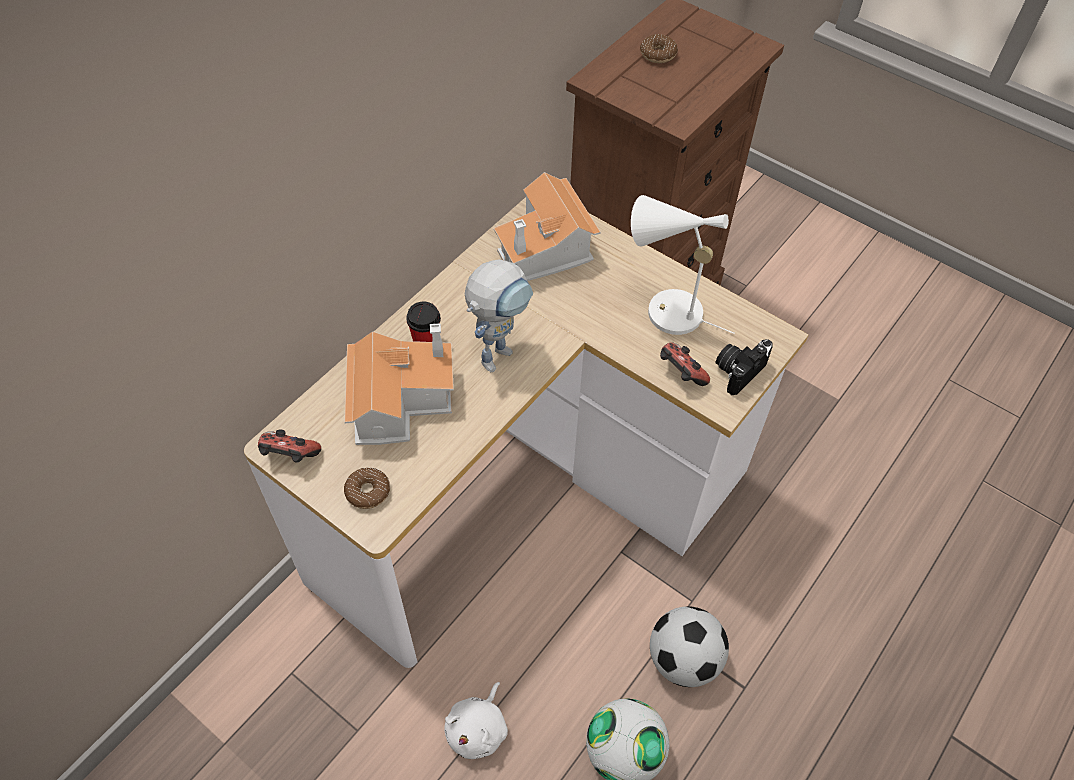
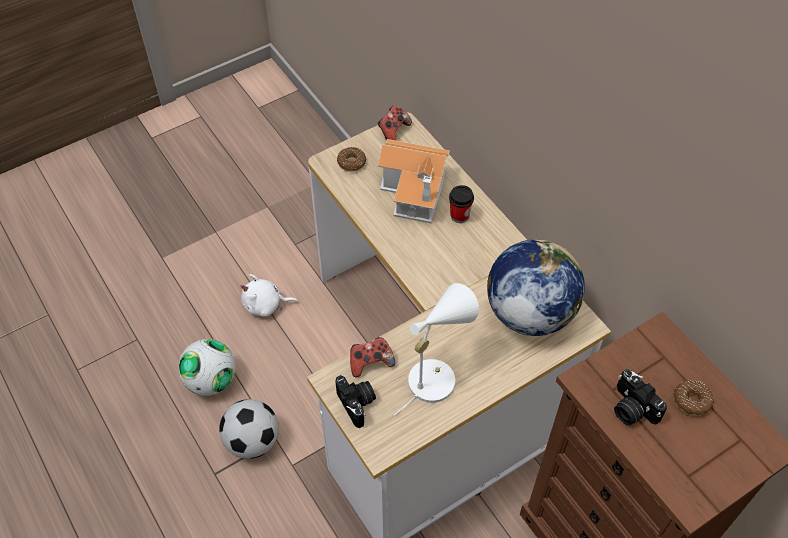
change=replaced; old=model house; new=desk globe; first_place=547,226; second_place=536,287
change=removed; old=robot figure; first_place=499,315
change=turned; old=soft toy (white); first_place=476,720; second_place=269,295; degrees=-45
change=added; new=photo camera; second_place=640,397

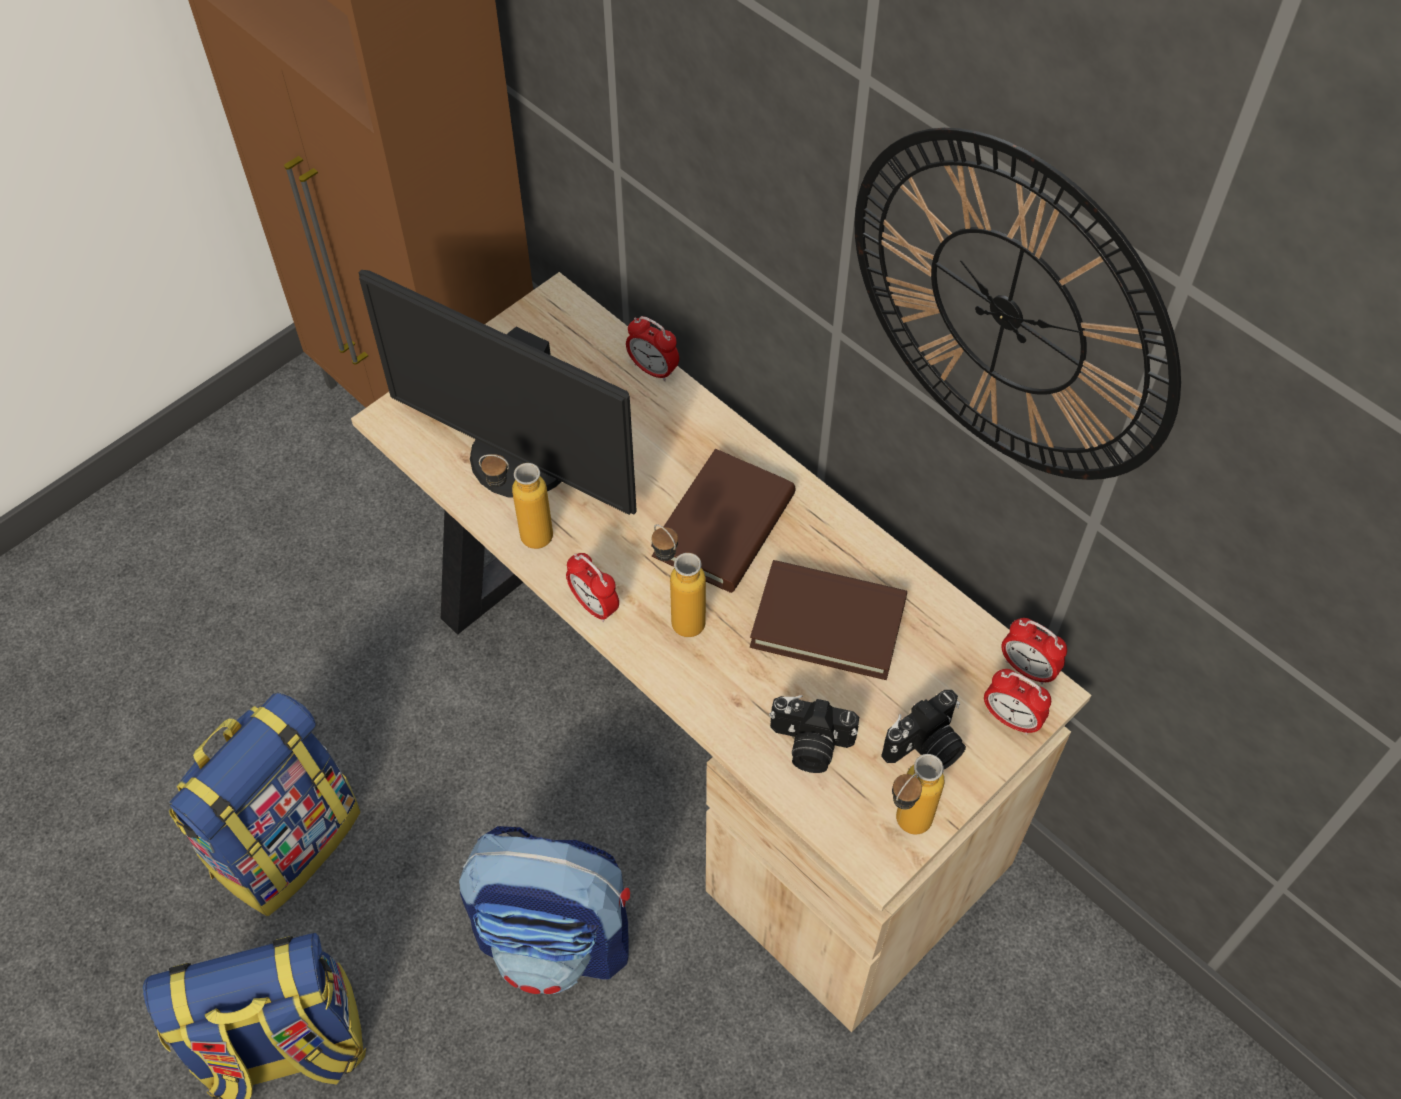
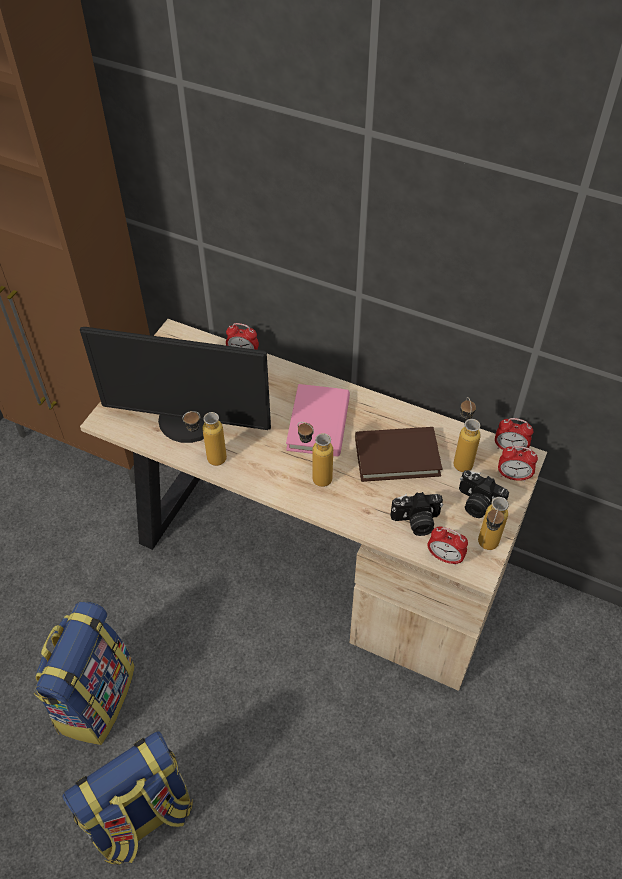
change=removed; old=wall clock; first_place=1017,304
change=recoloured; old=bound book (brown); new=bound book (pink); first_place=723,521; second_place=318,420
change=moved; old=alarm clock; first_place=592,587; second_place=447,545
change=turned; old=photo camera; first_place=923,729; second_place=484,494; degrees=90
change=removed; old=rucksack; first_place=544,910
change=added; new=drink bottle; second_place=467,434

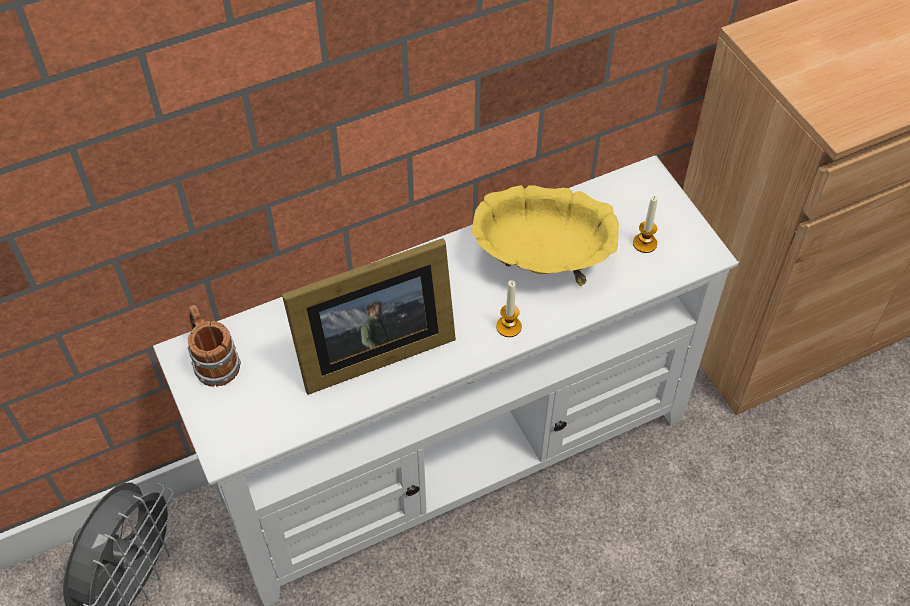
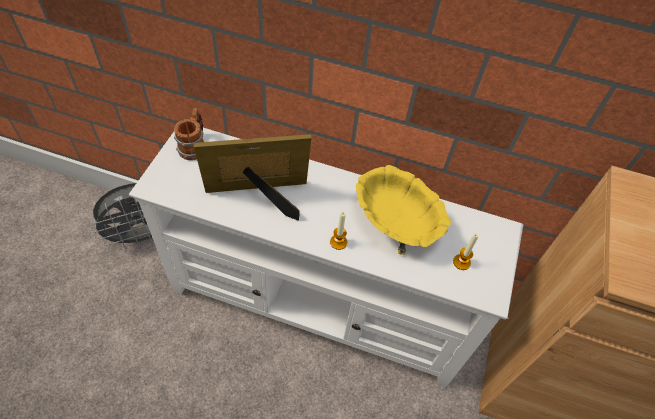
change=turned; old=photo frame; first_place=369,316; second_place=252,177; degrees=150

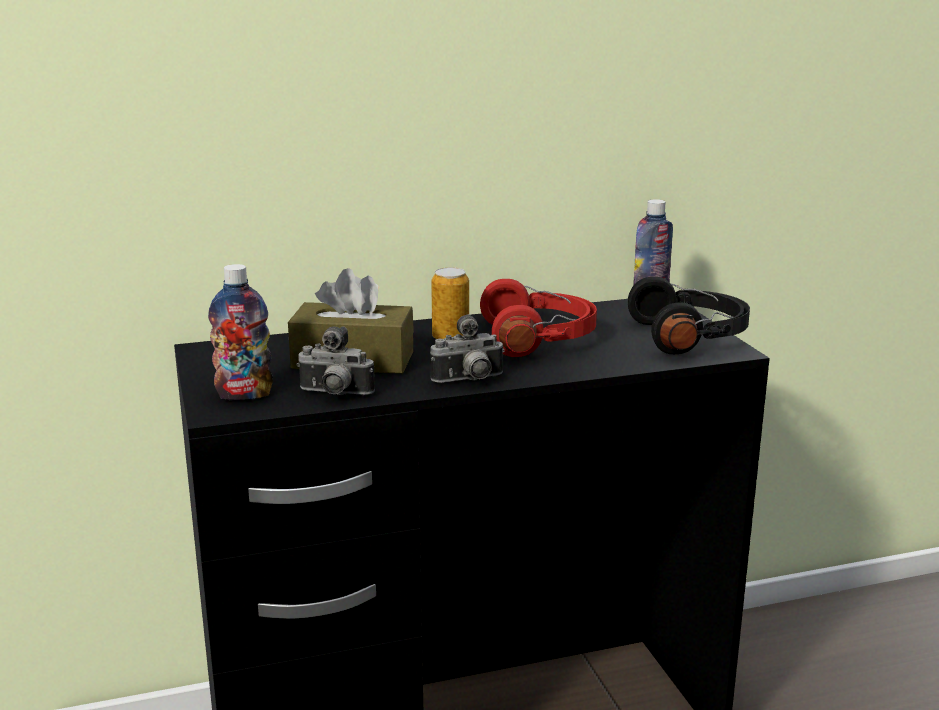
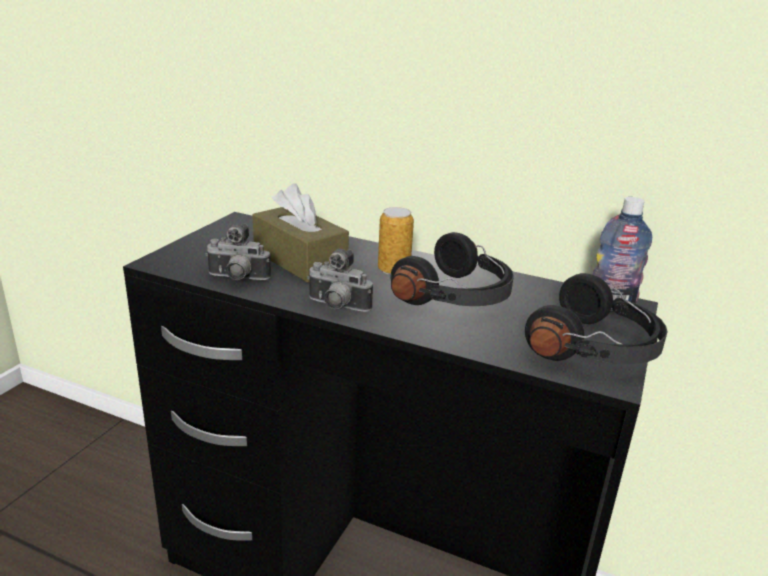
change=removed; old=drink bottle; first_place=240,332
change=recoloured; old=headset (red-coloured); new=headset (blackish); first_place=538,318; second_place=452,269
change=turned; old=photo camera; first_place=335,361; second_place=238,252; degrees=-45

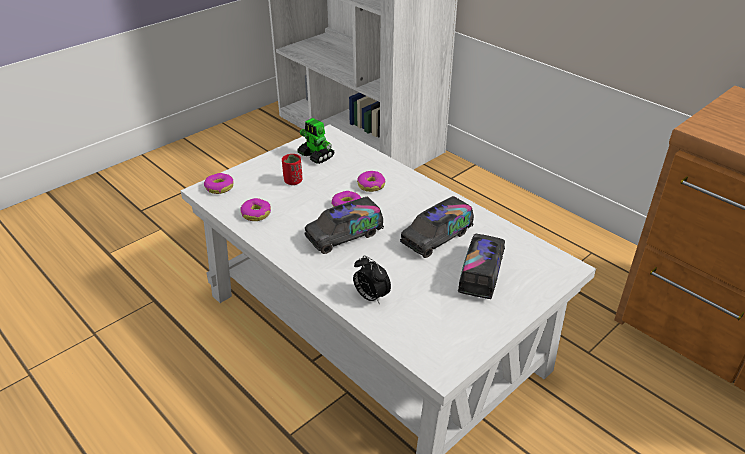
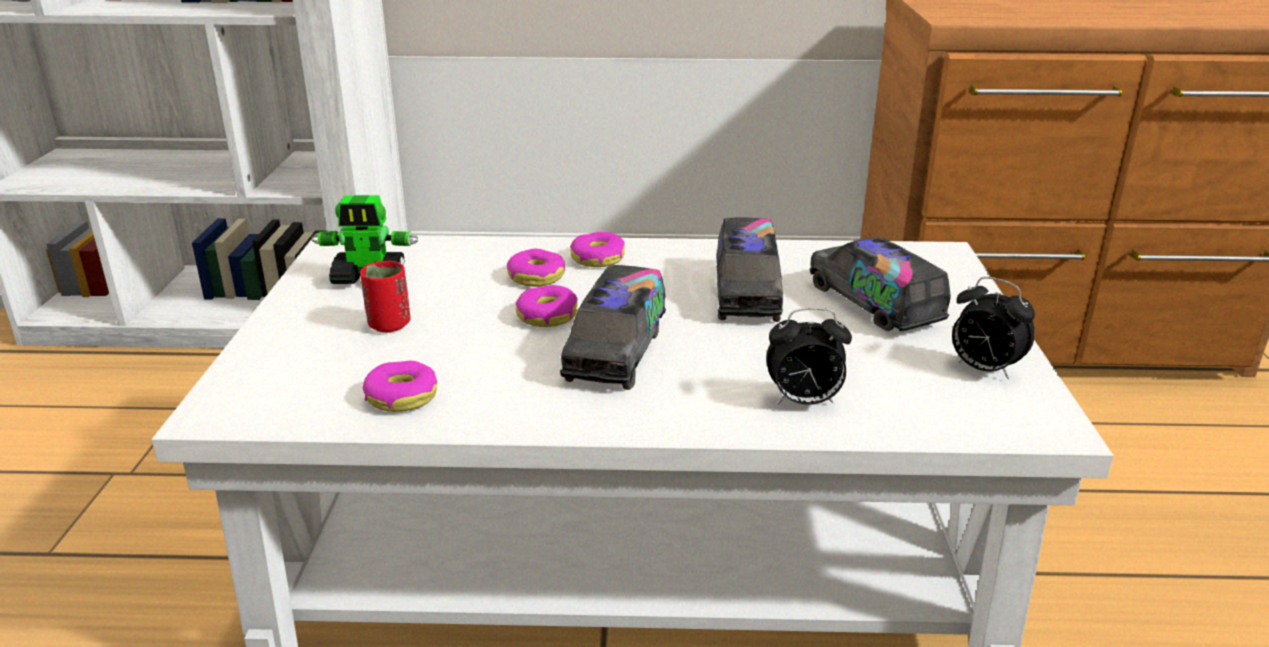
change=moved; old=ring doughnut; first_place=219,183; second_place=597,249
change=added; new=alarm clock; second_place=993,328

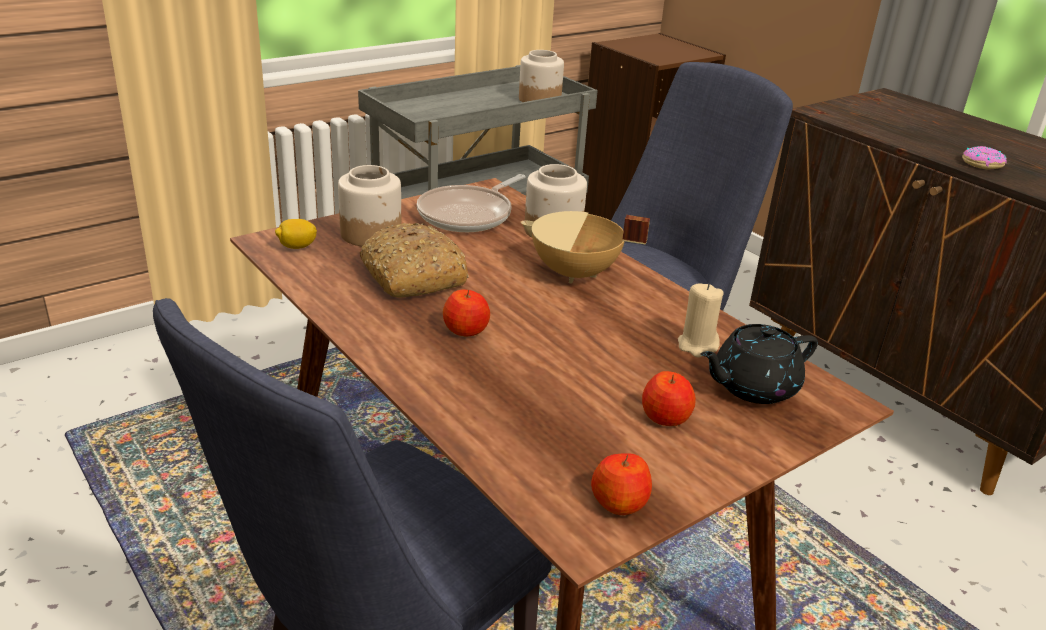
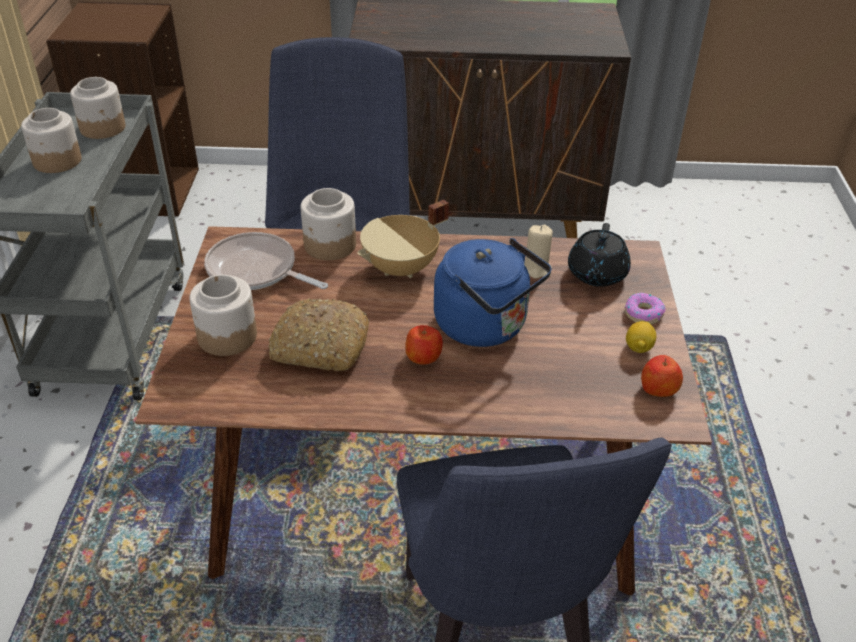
change=moved; old=ring doughnut; first_place=984,157; second_place=645,308
change=turned; old=frying pan; first_place=471,203; second_place=266,261; degrees=135
change=moved; old=citrus fruit; first_place=296,234; second_place=641,337
change=removed; old=whole apple; first_place=669,398
change=added; new=jar; second_place=51,140
change=added; new=kettle (bluish); second_place=492,292

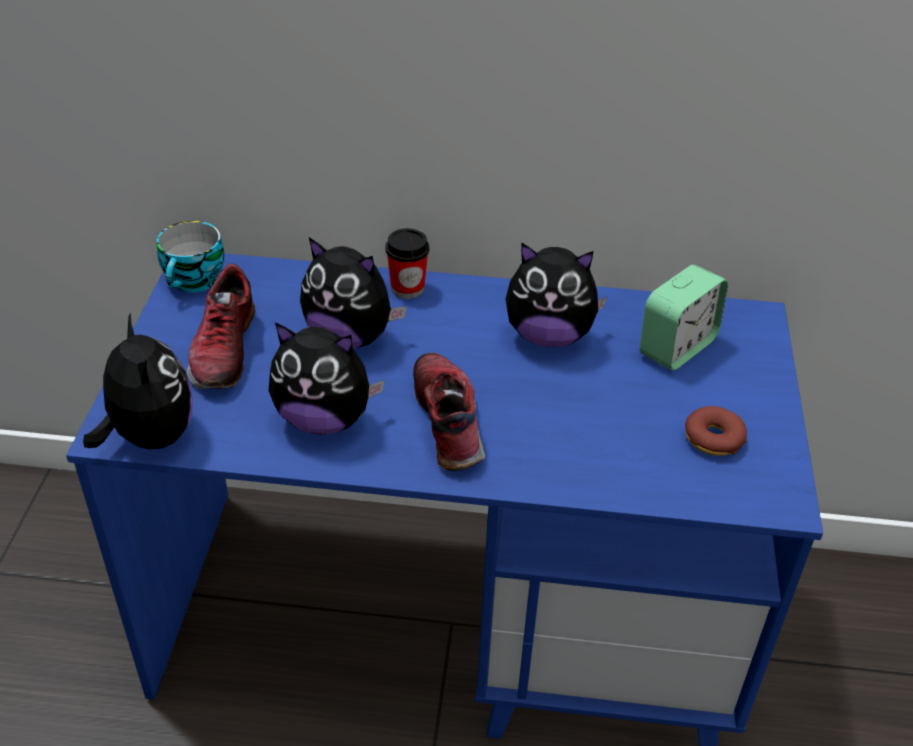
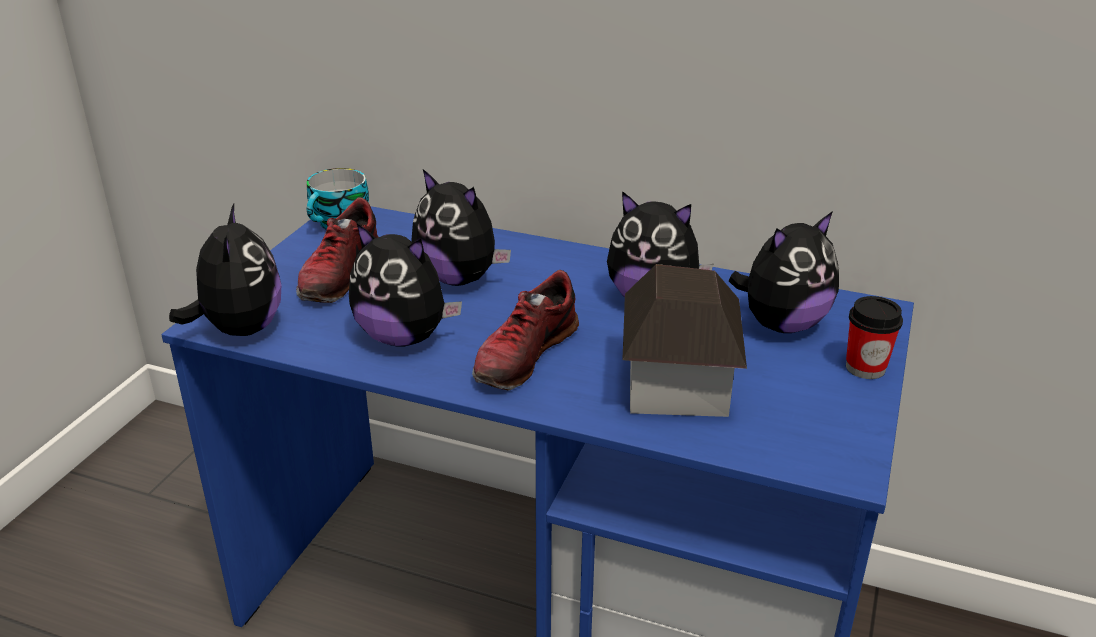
change=moved; old=small cup; first_place=407,263; second_place=874,337
change=replaced; old=alarm clock; new=soft toy; first_place=684,318; second_place=784,272
change=turned; old=low shoe; first_place=449,412; second_place=525,330; degrees=-150
change=removed; old=ring doughnut; first_place=716,431
change=added; new=model house; second_place=684,340

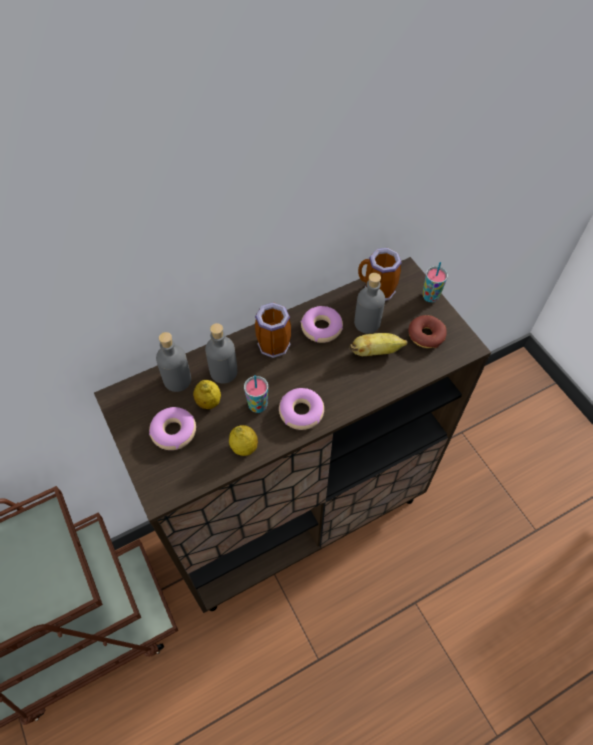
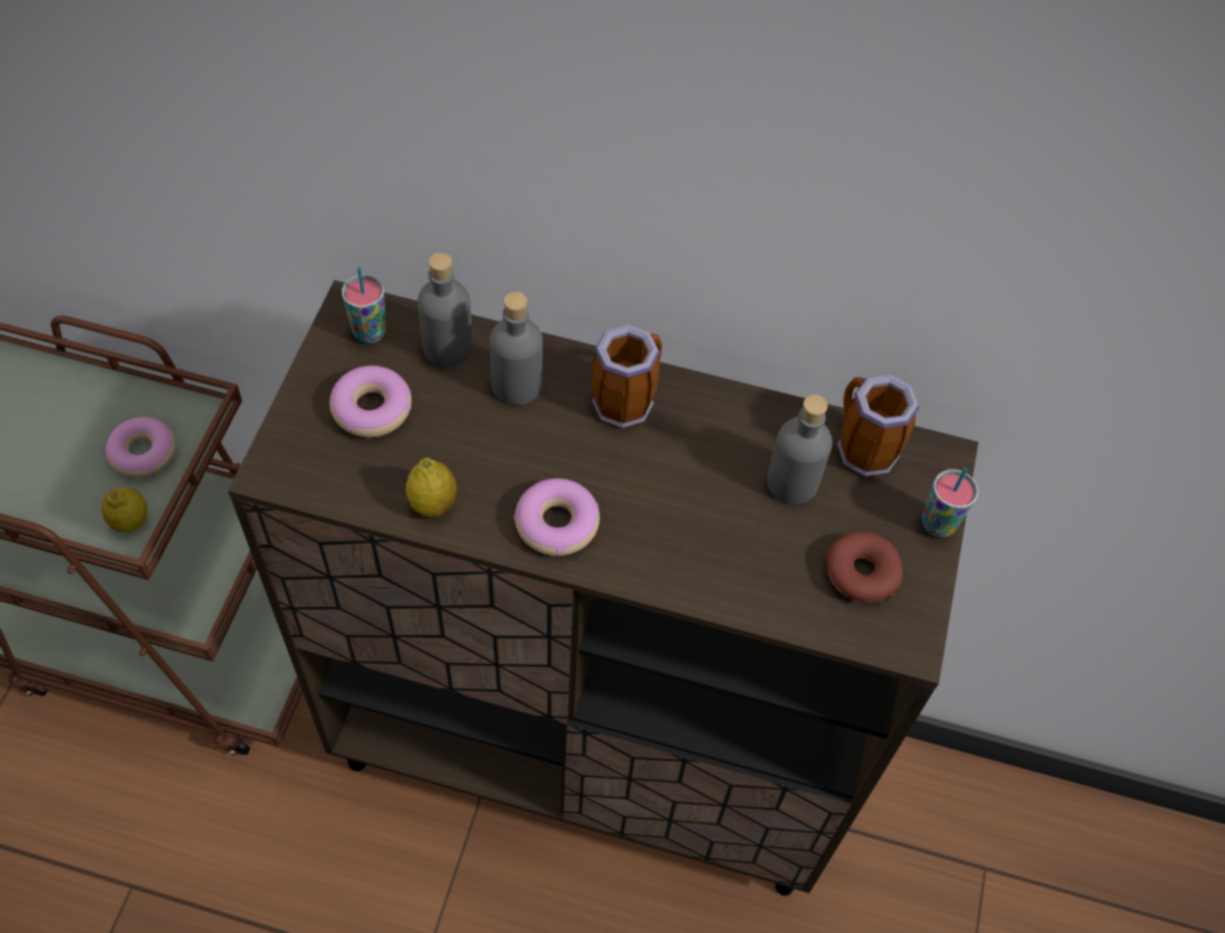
change=moved; old=ring doughnut; first_place=322,324; second_place=141,447
change=removed; old=whole banana; first_place=378,344
change=moved; old=small cup; first_place=256,394; second_place=364,305
change=moved; old=citrus fruit; first_place=207,394; second_place=125,509

